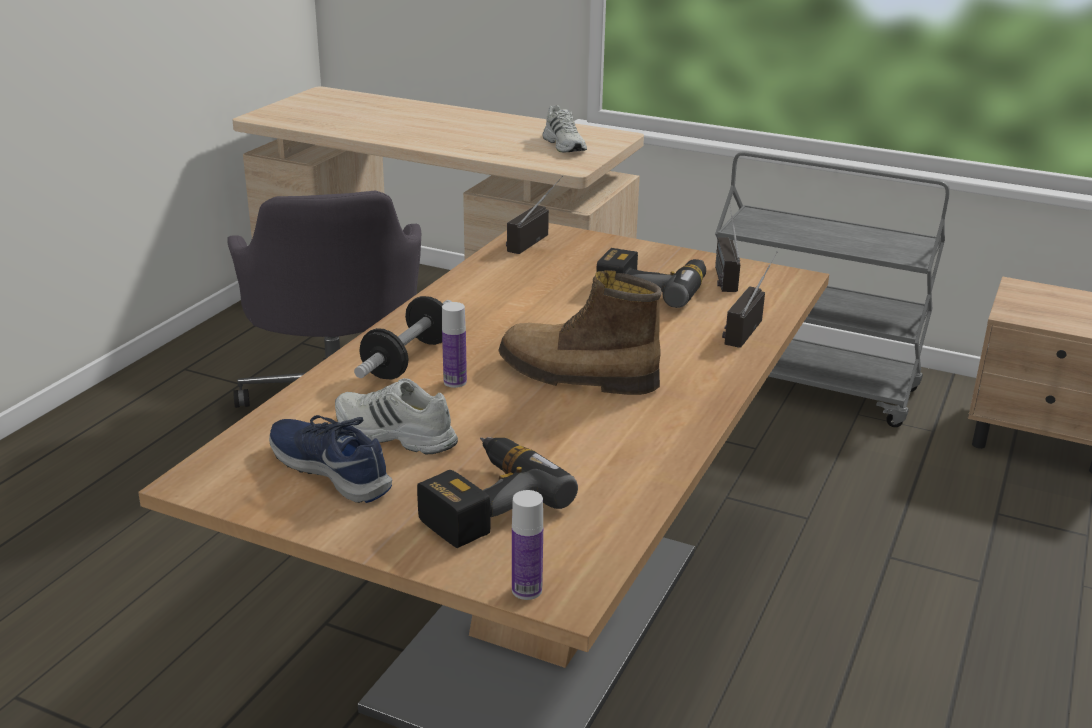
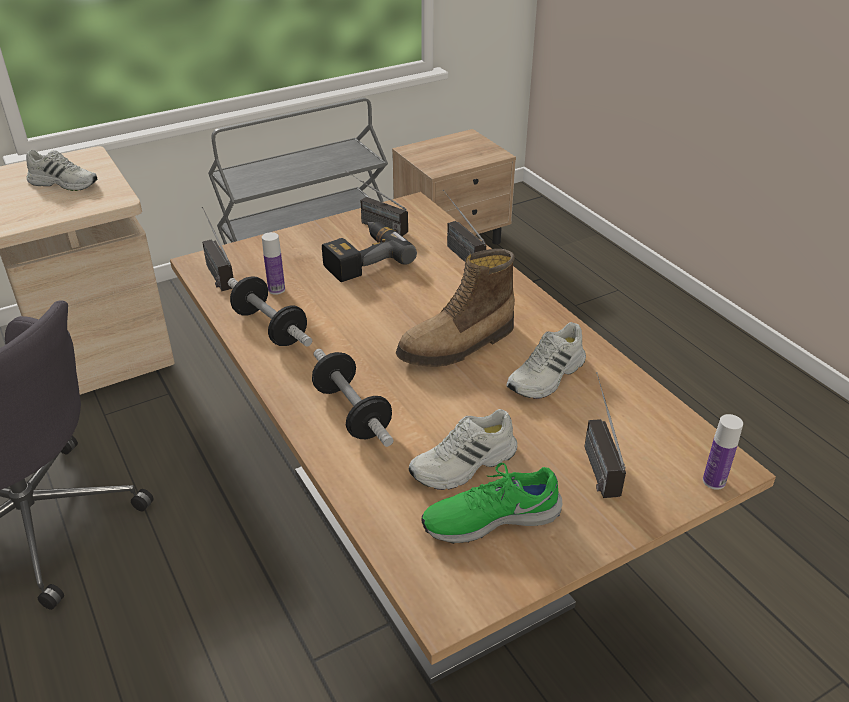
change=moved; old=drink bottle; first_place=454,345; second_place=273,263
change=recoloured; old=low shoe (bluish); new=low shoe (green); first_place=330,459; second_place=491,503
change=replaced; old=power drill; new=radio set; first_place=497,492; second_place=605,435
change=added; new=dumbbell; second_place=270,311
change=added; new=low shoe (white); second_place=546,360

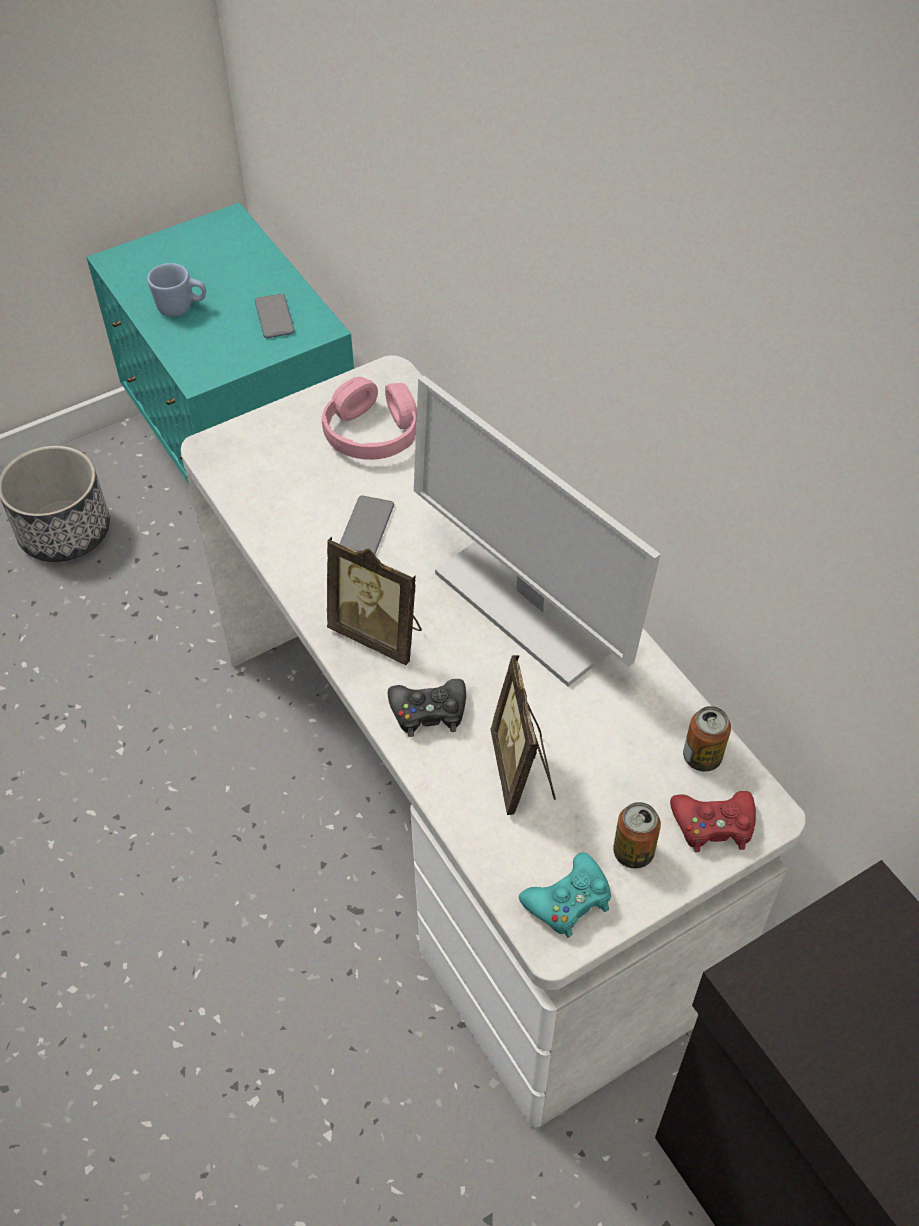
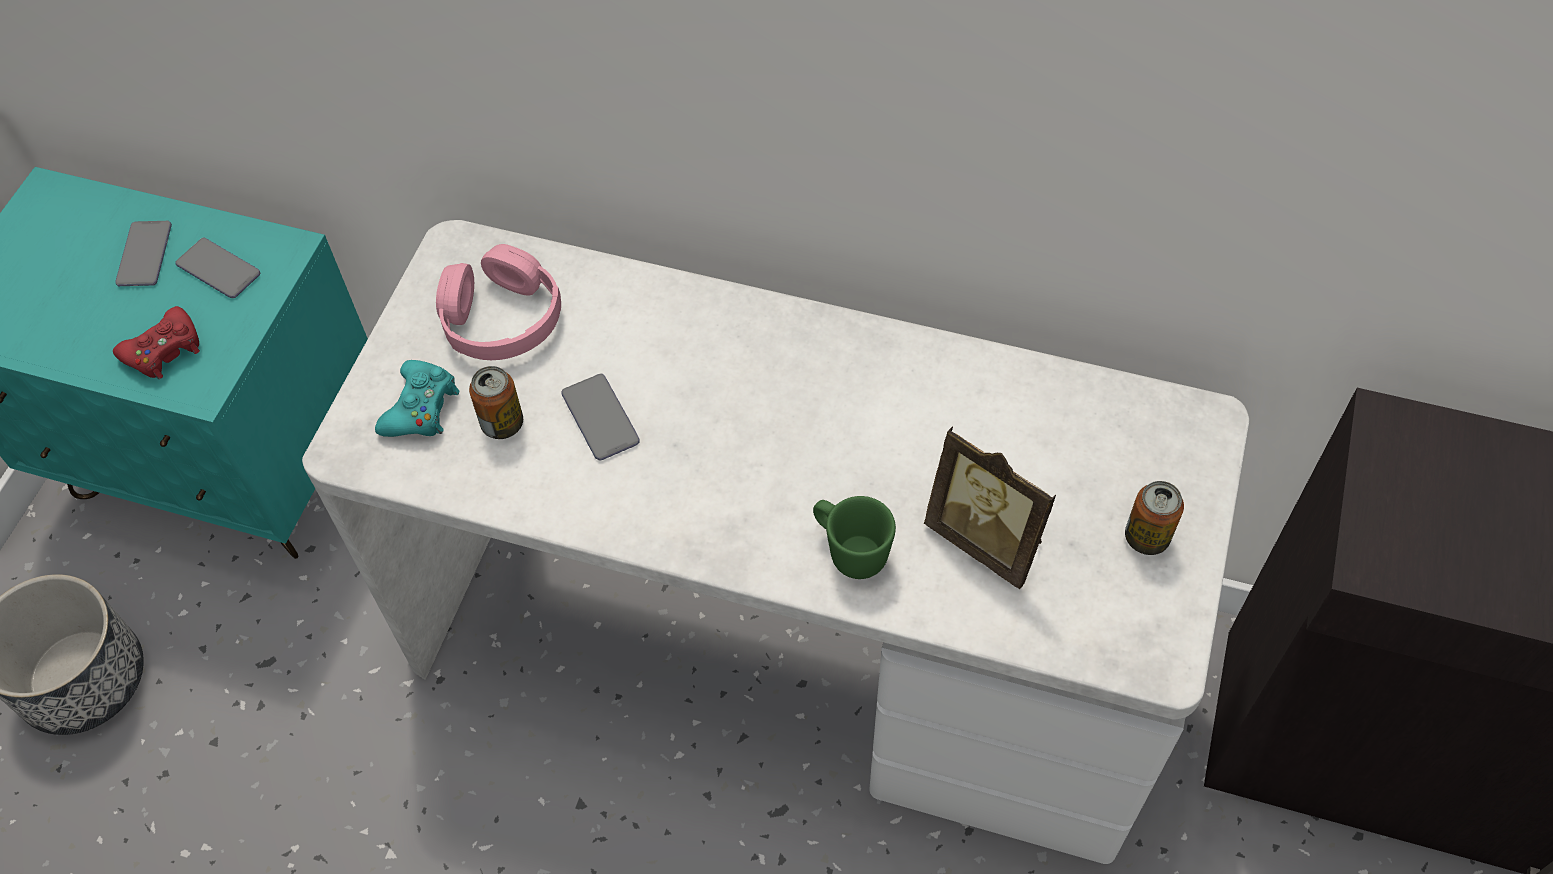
change=removed; old=tea mug (bluish); first_place=176,290
change=removed; old=monitor; first_place=537,531
change=removed; old=photo frame; first_place=374,601
change=replaced; old=game controller (blackish); new=tea mug (green); first_place=427,708; second_place=854,537
change=moved; old=metal can; first_place=707,739; second_place=496,402
change=moved; old=game controller (red-coloured); first_place=713,821; second_place=156,342
change=moved; old=game controller (turquoise-coloured); first_place=565,894; second_place=417,398
change=added; new=telephone; second_place=143,253

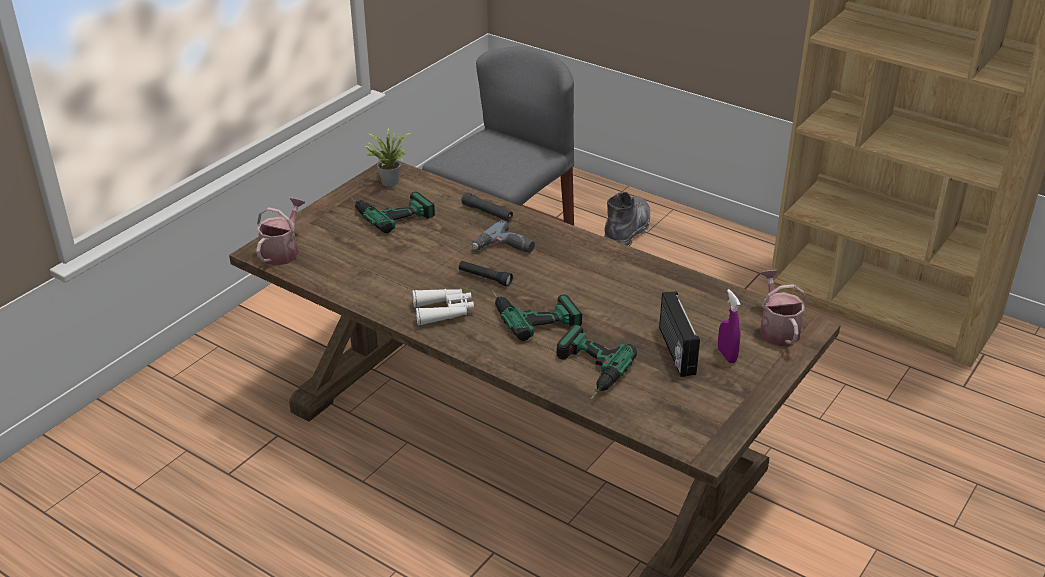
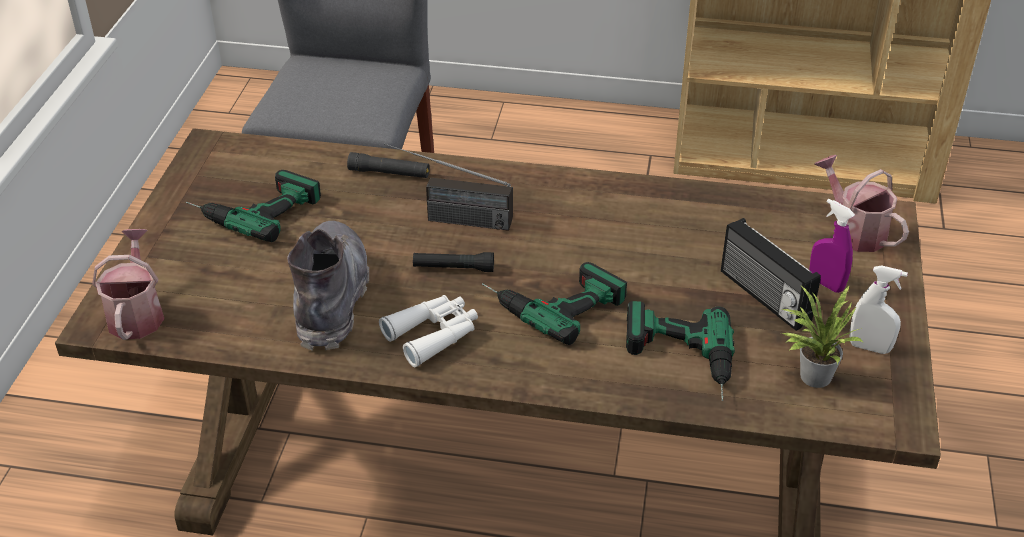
change=moved; old=houseplant; first_place=387,157; second_place=822,336
change=moved; old=high-top boot (gray); first_place=627,219; second_place=328,286
change=replaced; old=power drill; new=radio set; first_place=503,236; second_place=448,187
change=added; new=sprayer (white); second_place=879,309

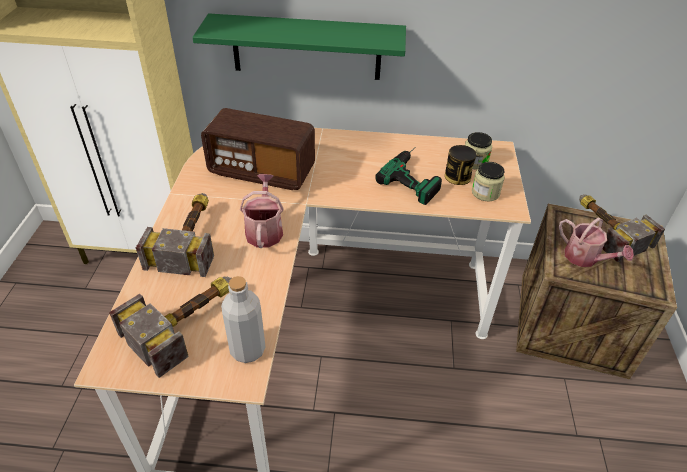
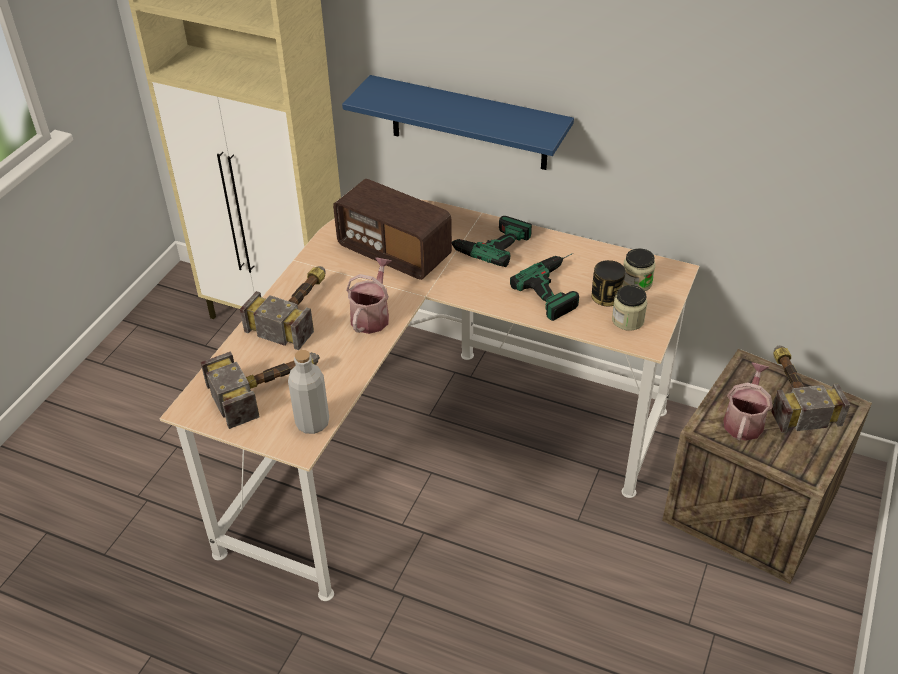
change=recoloured; old=wall shelf (green); new=wall shelf (bluish); first_place=299,46; second_place=458,122
change=turned; old=watering can; first_place=596,242; second_place=748,401; degrees=-135
change=added; new=power drill; second_place=492,241

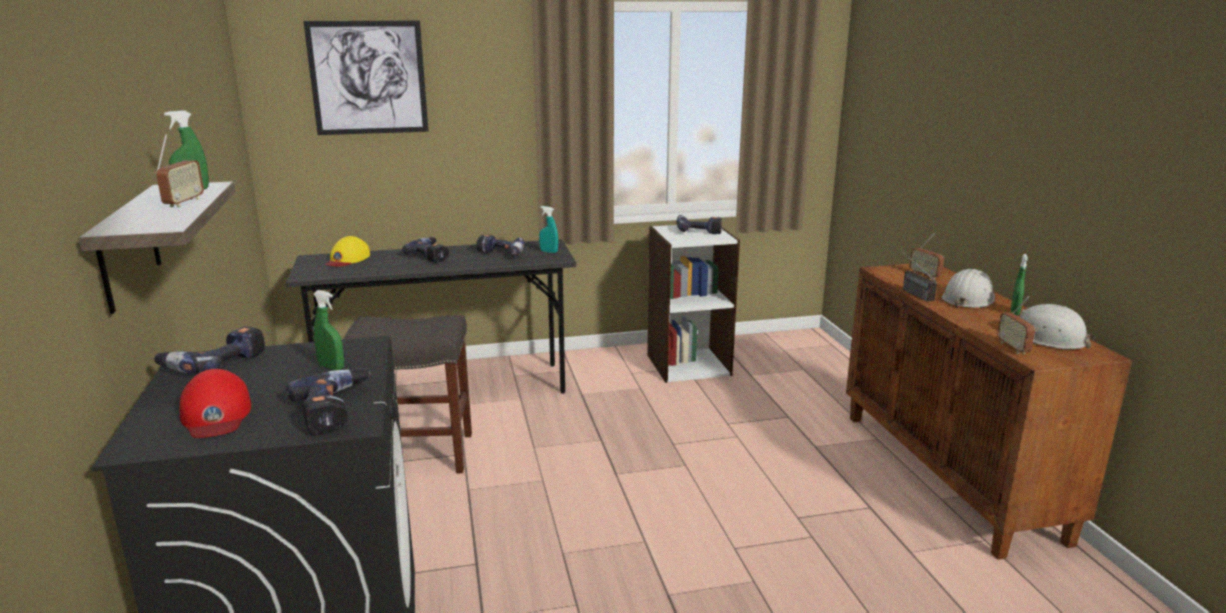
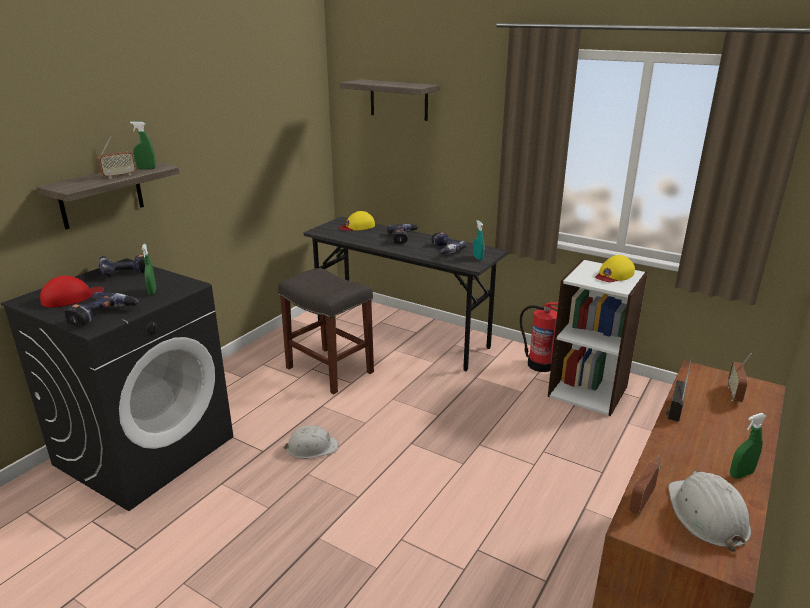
change=replaced; old=wall art; new=wall shelf; first_place=366,77; second_place=390,100
change=replaced; old=power drill; new=cap (yellow-coloured); first_place=699,224; second_place=615,268
change=moved; old=work helmet (white); first_place=968,288; second_place=311,442
change=turned; old=cap (red-coloured); first_place=215,403; second_place=72,292; degrees=-150
change=added; new=extinguisher; second_place=539,337

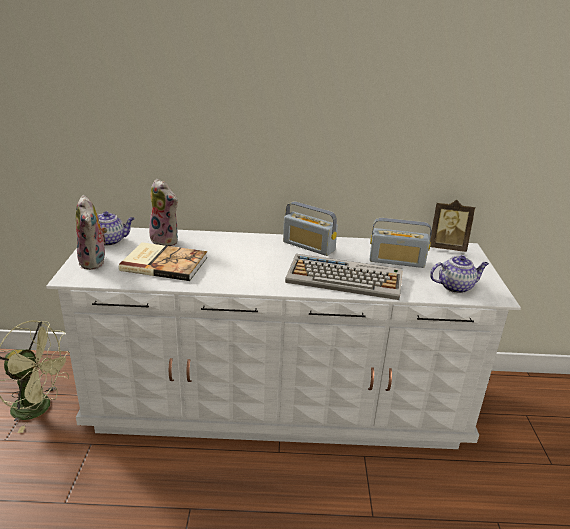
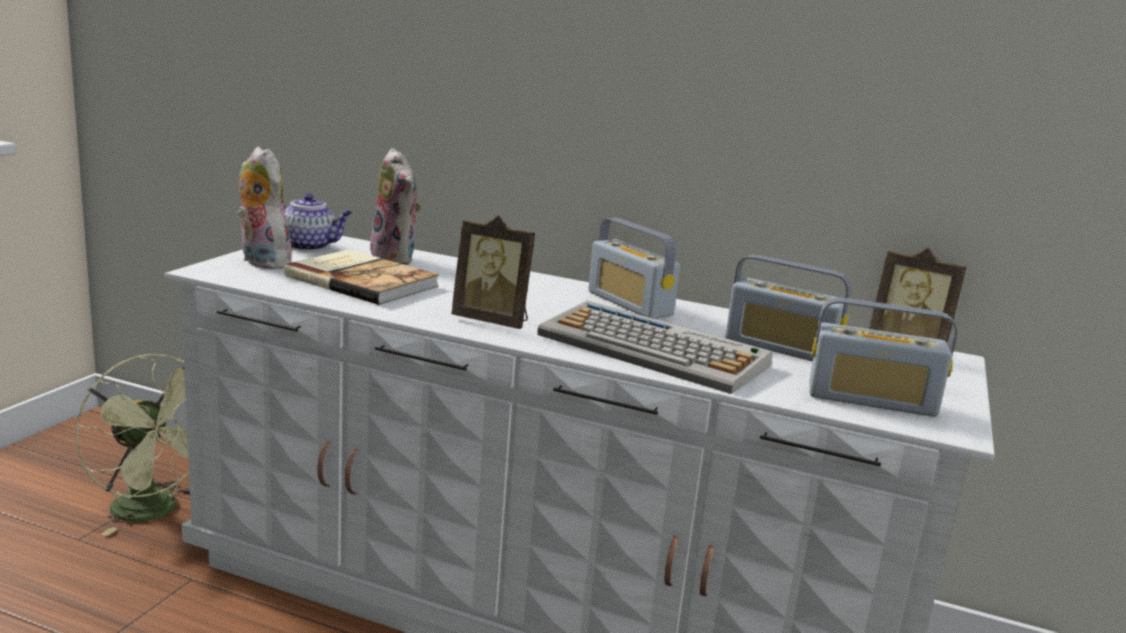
change=turned; old=soft toy; first_place=91,232; second_place=264,208; degrees=135
change=replaced; old=tea pot; new=radio set; first_place=459,274; second_place=883,357
change=added; new=photo frame; second_place=493,272

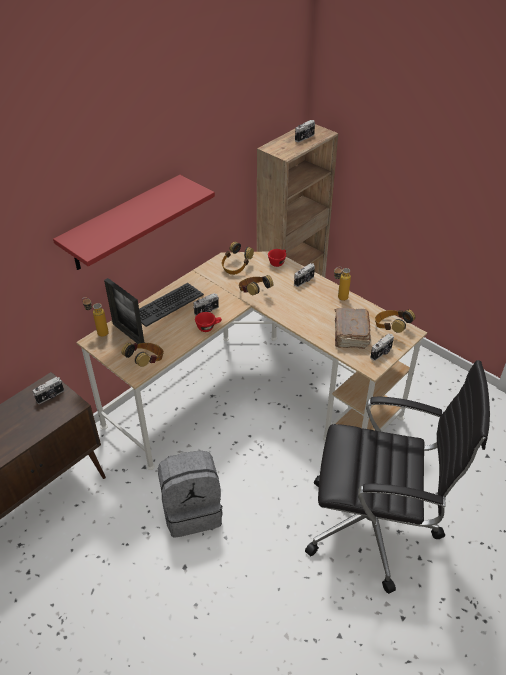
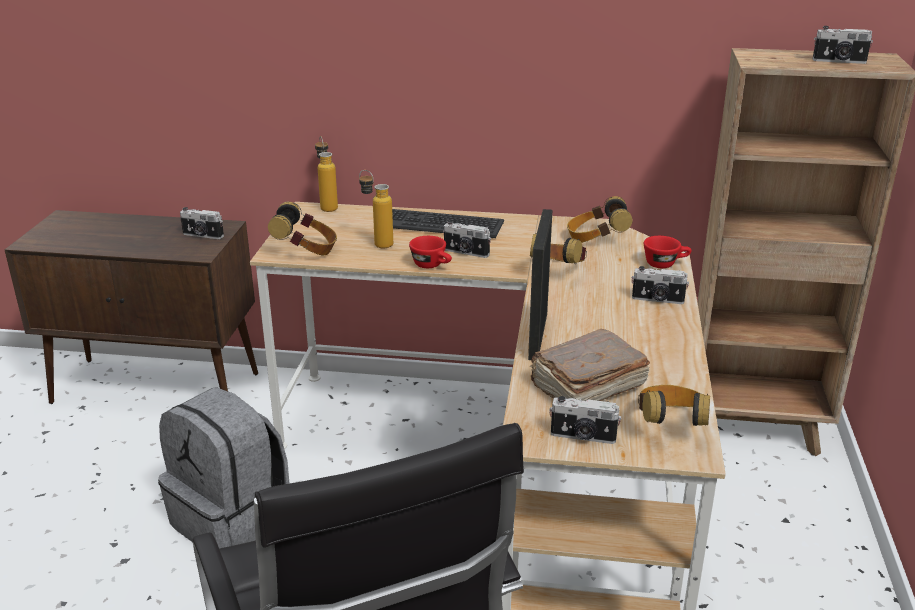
change=removed; old=wall shelf (red-coloured); first_place=134,222
change=moved; old=drink bottle; first_place=342,283; second_place=376,209
change=moved; old=photo frame; first_place=124,311; second_place=540,284

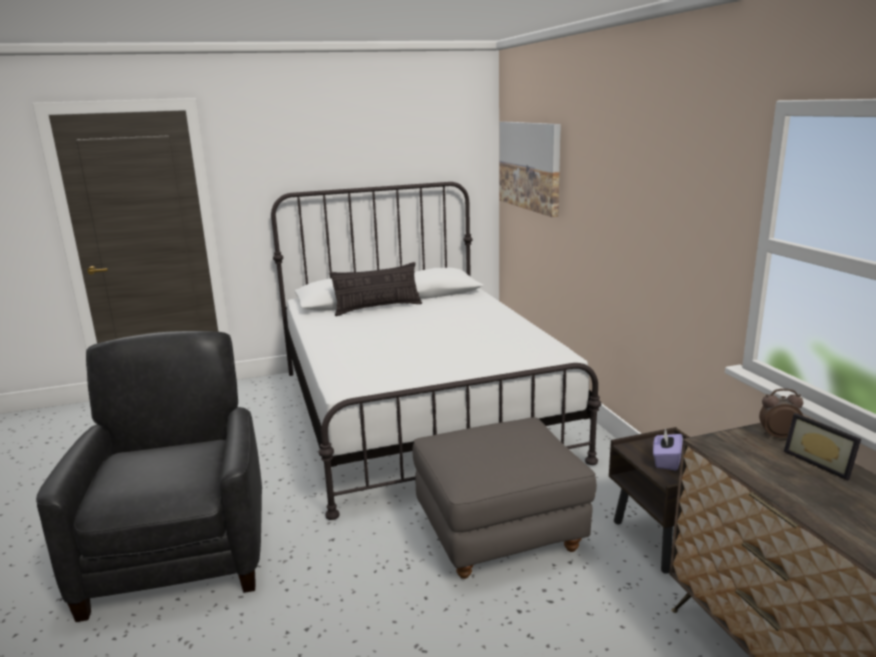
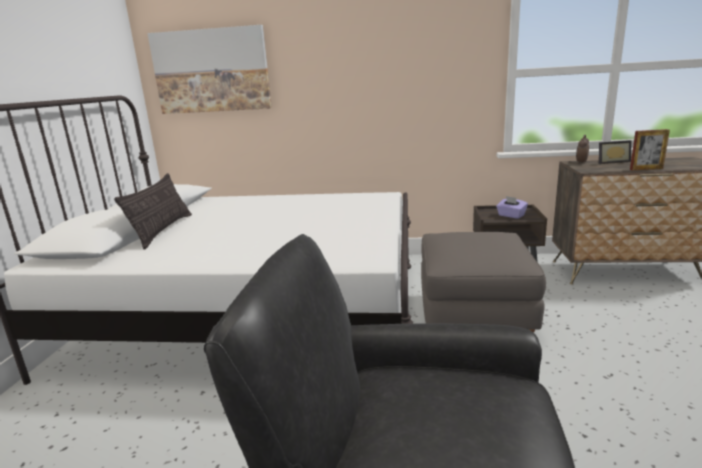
change=added; new=photo frame; second_place=650,149

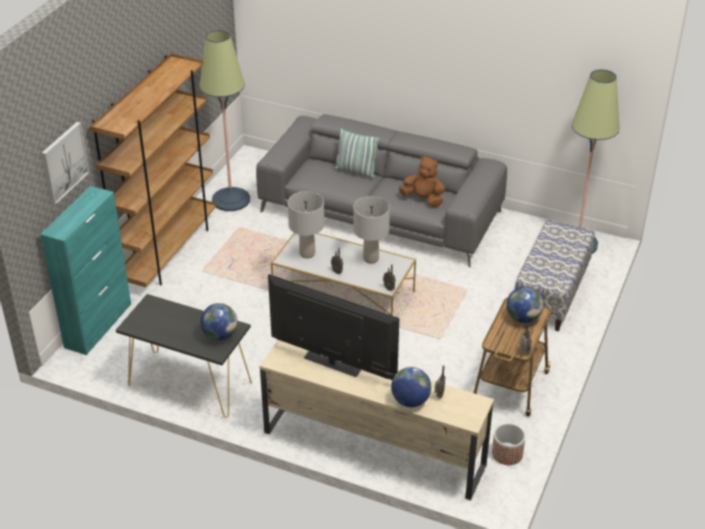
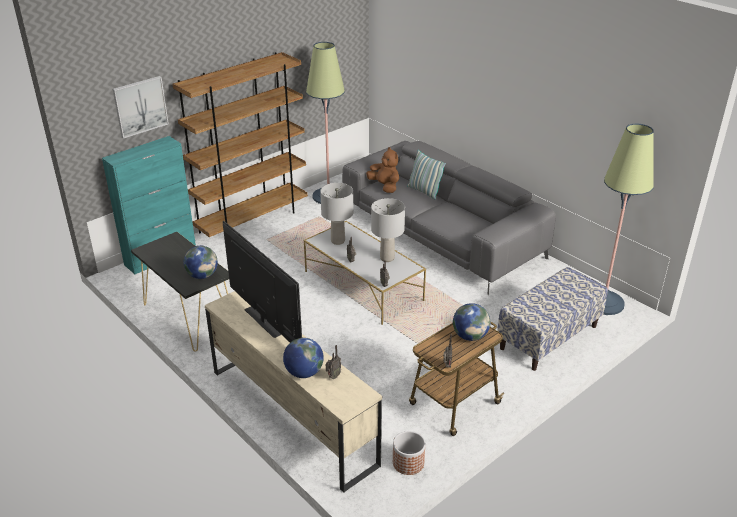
change=moved; old=soft toy (brown); first_place=422,181; second_place=382,170

